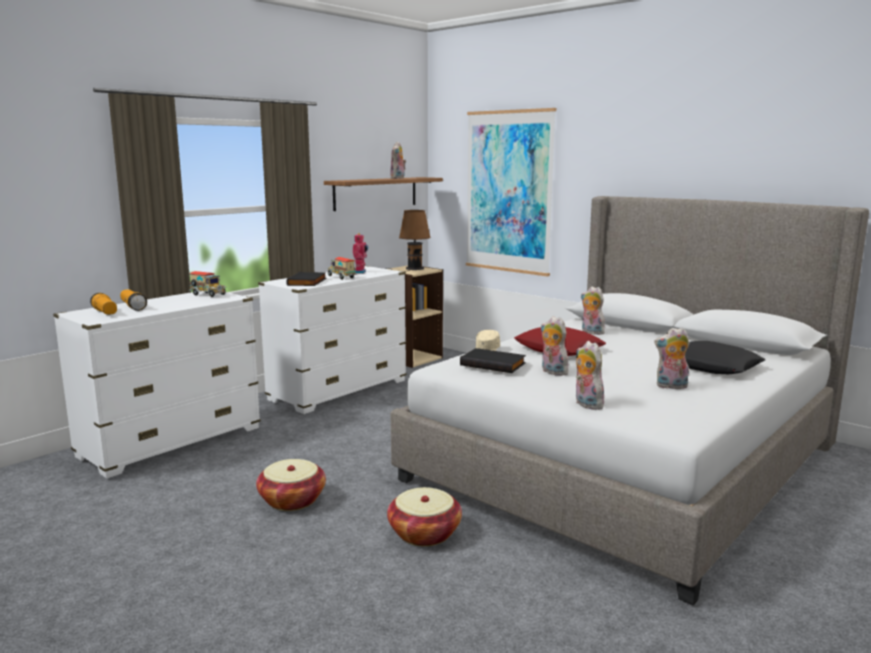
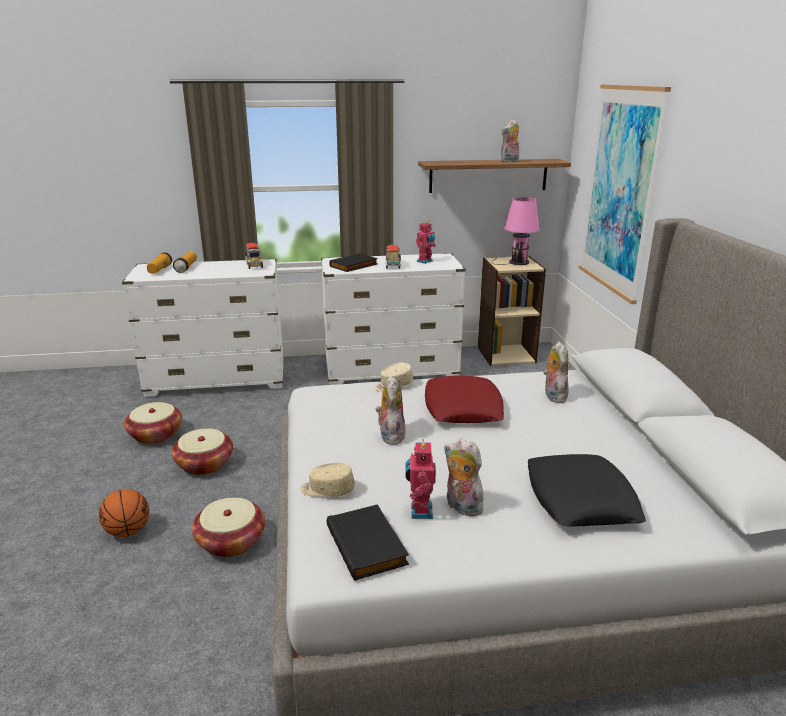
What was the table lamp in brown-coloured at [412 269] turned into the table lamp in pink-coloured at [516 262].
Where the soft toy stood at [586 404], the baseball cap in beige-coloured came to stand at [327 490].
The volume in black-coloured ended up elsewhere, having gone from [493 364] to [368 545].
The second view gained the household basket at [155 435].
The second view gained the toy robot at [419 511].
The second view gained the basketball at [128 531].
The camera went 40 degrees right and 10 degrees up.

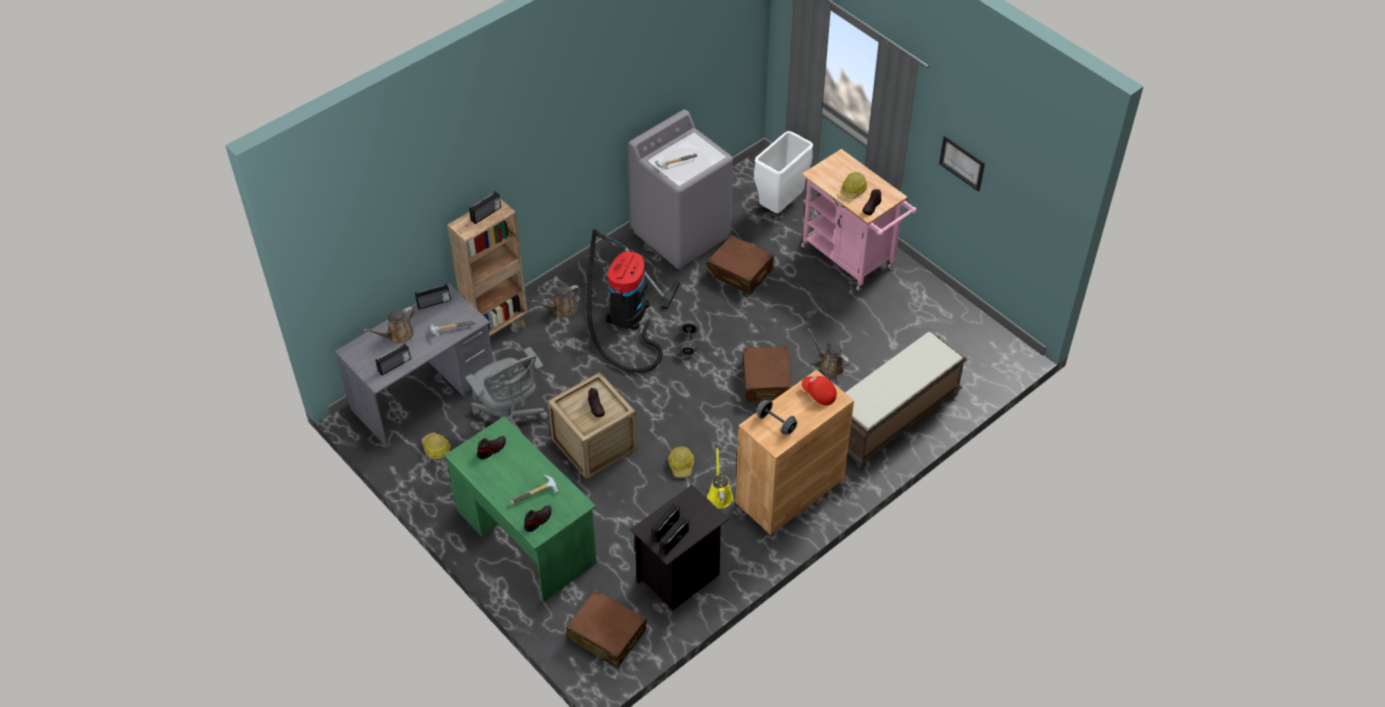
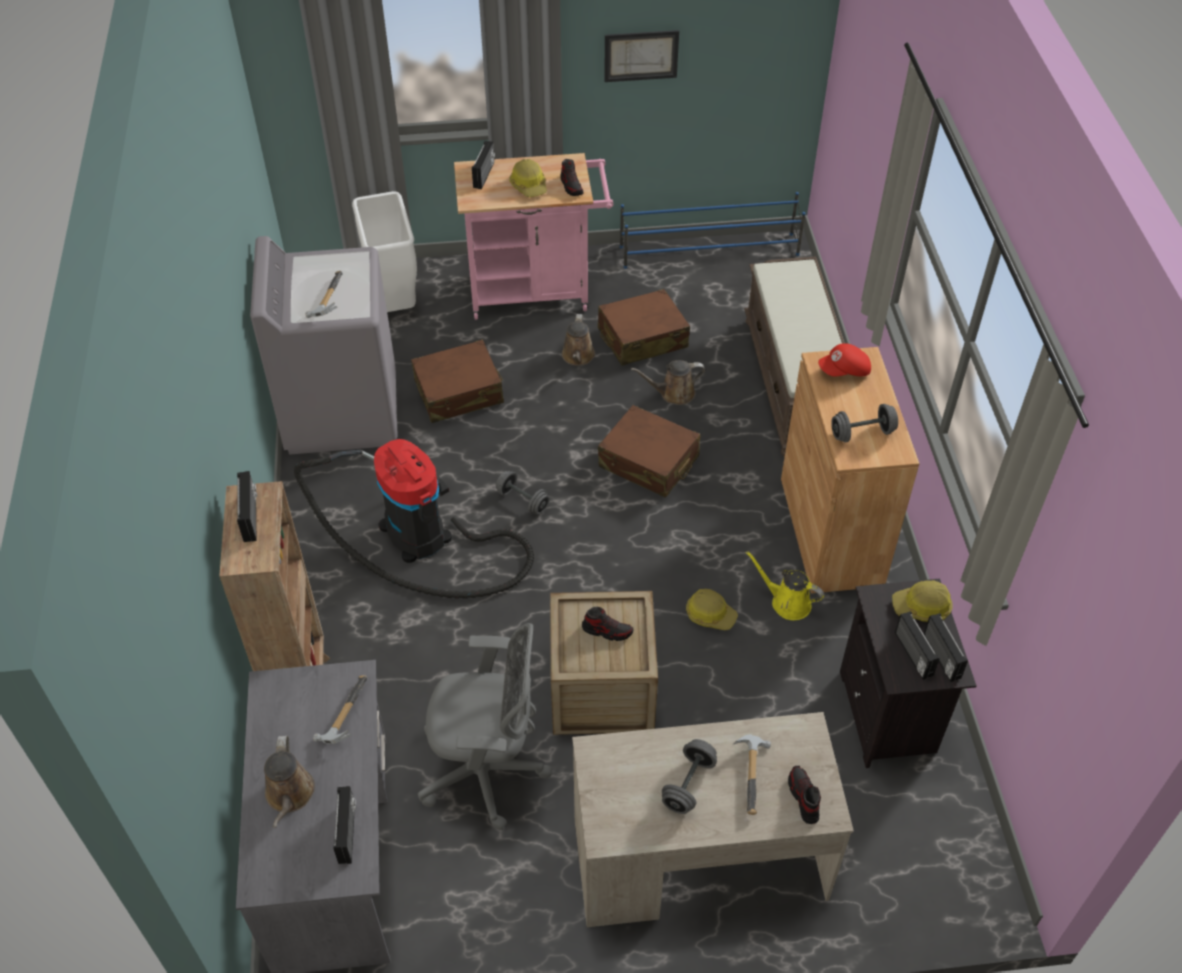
The radio ended up elsewhere, having gone from [434 303] to [484 175].
The sprinkling can in brown-coloured ended up elsewhere, having gone from [562 309] to [578 357].
What was the desk unit in green at [526 536] turned into the desk unit in beige-coloured at [698 860].
The safety helmet ended up elsewhere, having gone from [436 448] to [922 607].
The second view lost the item of footwear at [491 449].
The piece of luggage in brown-coloured ended up elsewhere, having gone from [606 635] to [642 338].
The second view gained the shoe rack in blue at [710 251].
The second view gained the dumbbell in grey at [688 784].
The camera went 55 degrees left and 0 degrees up.

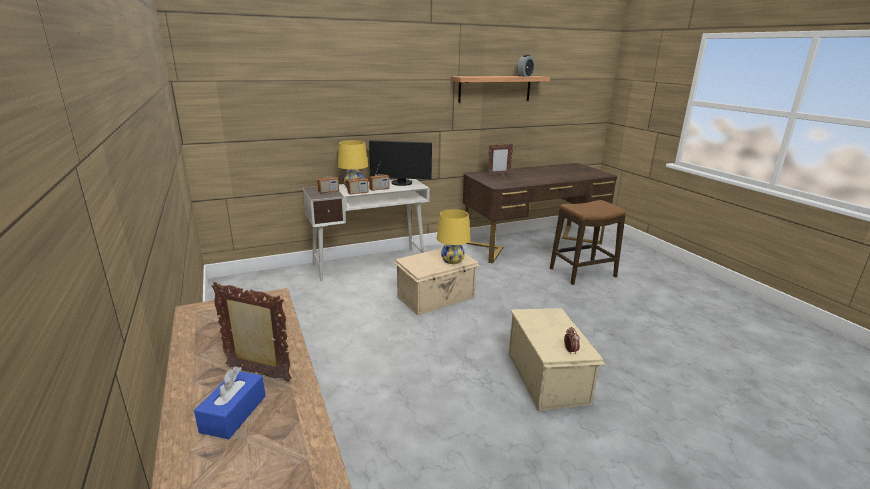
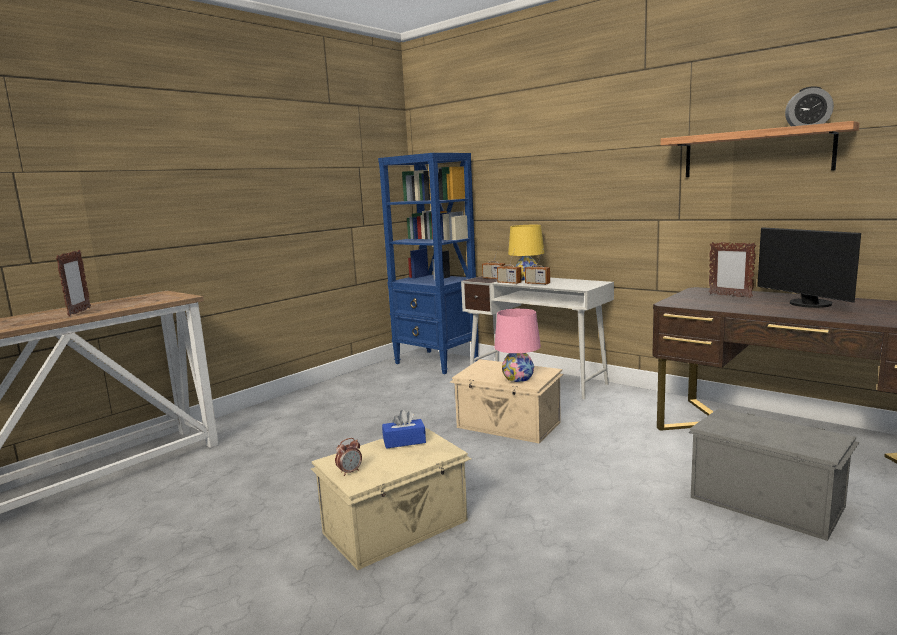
The computer display ended up elsewhere, having gone from [401 183] to [807 304].
Where the stool seat stood at [582 273], the storage box in grey came to stand at [765 500].
What was the table lamp in yellow at [452 260] turned into the table lamp in pink-coloured at [518 378].
The box of tissues in blue ended up elsewhere, having gone from [233 413] to [404 441].
The second view gained the bookshelf in blue at [437 362].
The camera went 65 degrees right and 10 degrees down.

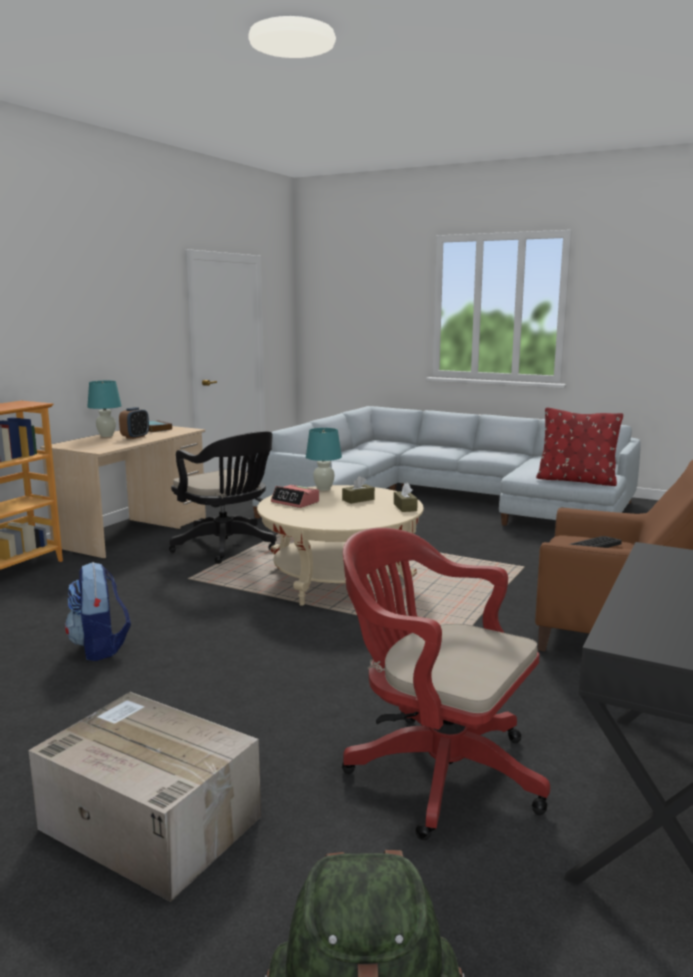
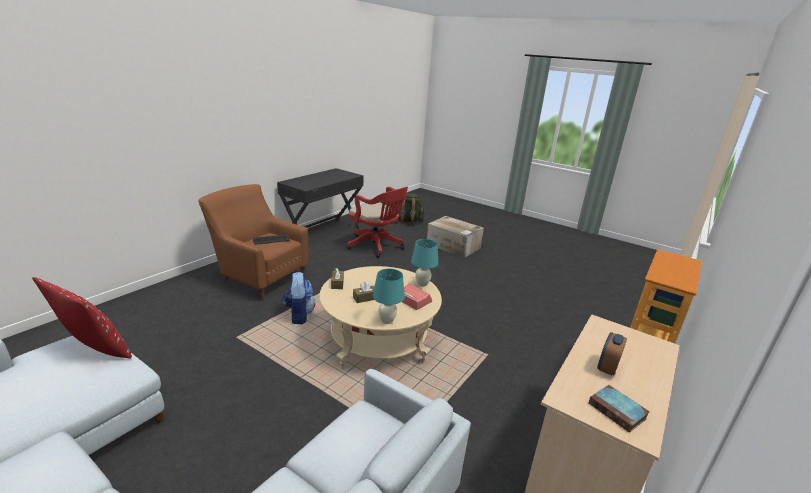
The table lamp in turquoise ended up elsewhere, having gone from [107 435] to [422 284].
The second view lost the desk chair in black-coloured at [227 548].
The knapsack ended up elsewhere, having gone from [100 648] to [298 315].
The camera went 175 degrees left and 10 degrees up.

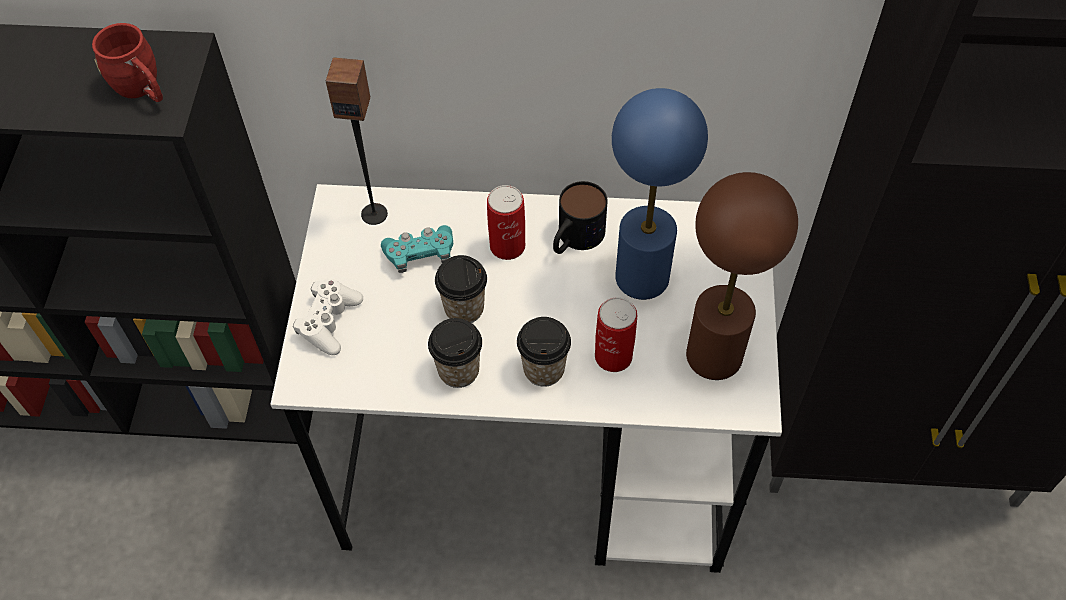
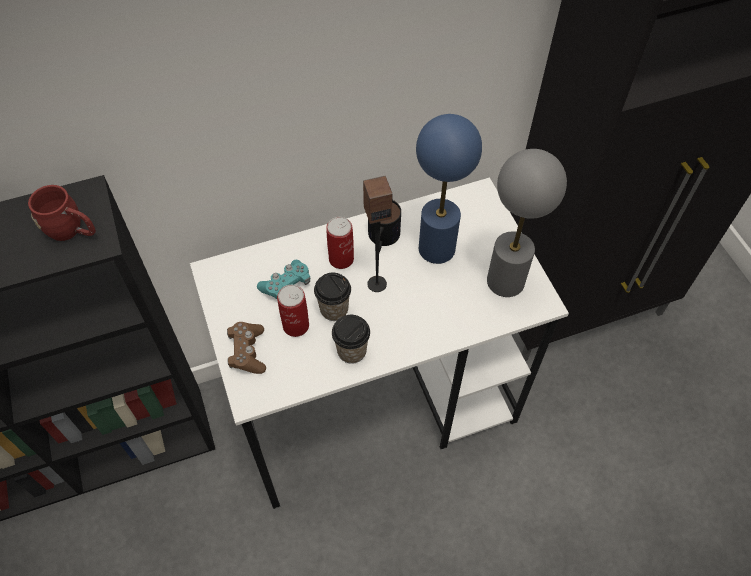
The speaker ended up elsewhere, having gone from [374 213] to [377 283].
What was the table lamp in brown-coloured at [713 355] turned into the table lamp in grey at [505 281].
What was the joypad in white-coloured at [329 322] turned into the joypad in brown-coloured at [247 352].
The sealed can ended up elsewhere, having gone from [613 356] to [296 325].
The second view lost the cup at [544 369].
The camera went 25 degrees left and 0 degrees up.

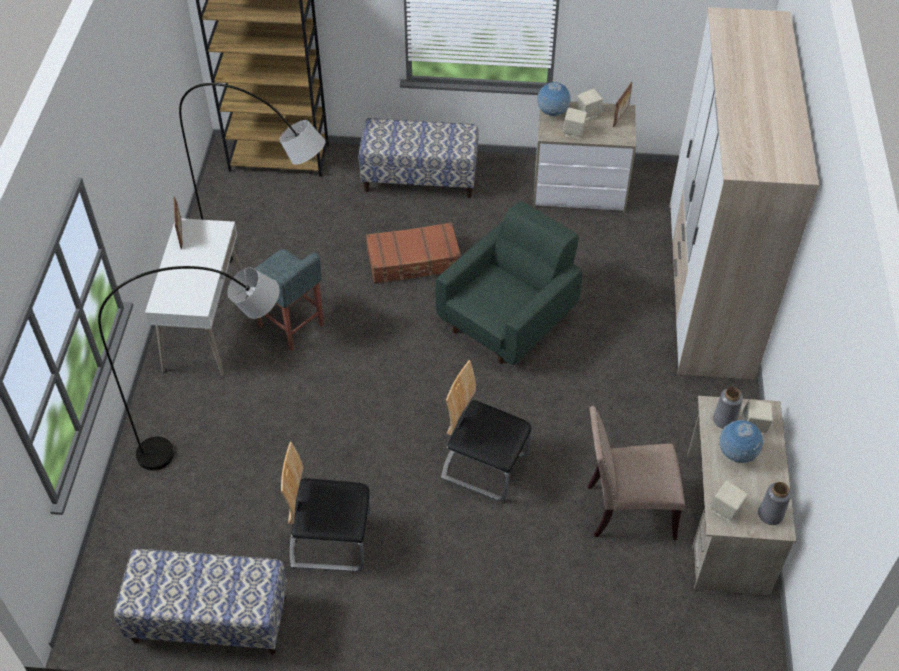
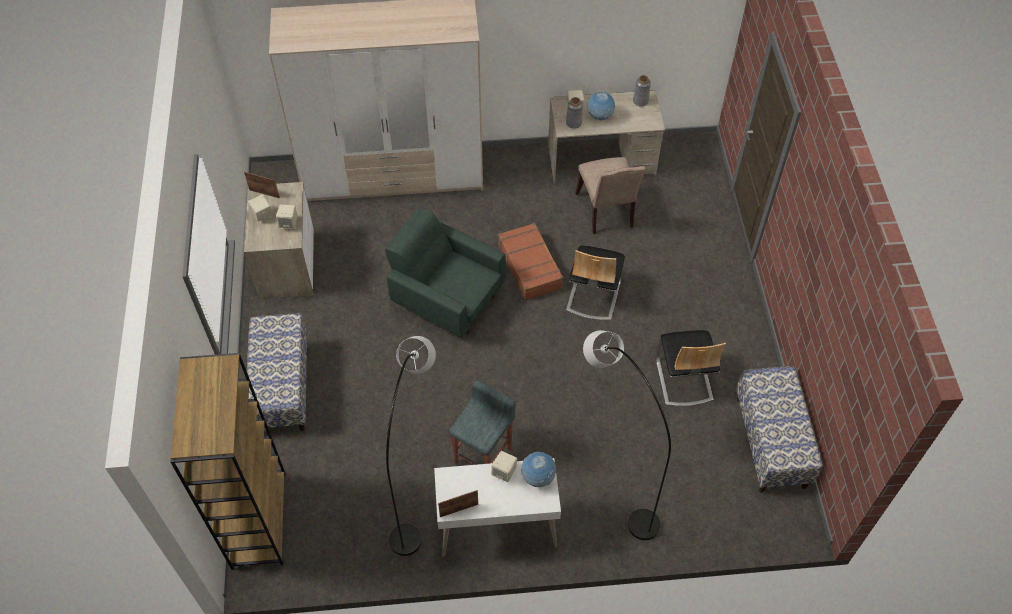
The world globe ended up elsewhere, having gone from [552 113] to [538 478].
The piece of luggage in brown-coloured ended up elsewhere, having gone from [414 261] to [530 266].
The speaker in beige-coloured ended up elsewhere, having gone from [725 510] to [504 472].
The camera went 100 degrees left and 5 degrees up.

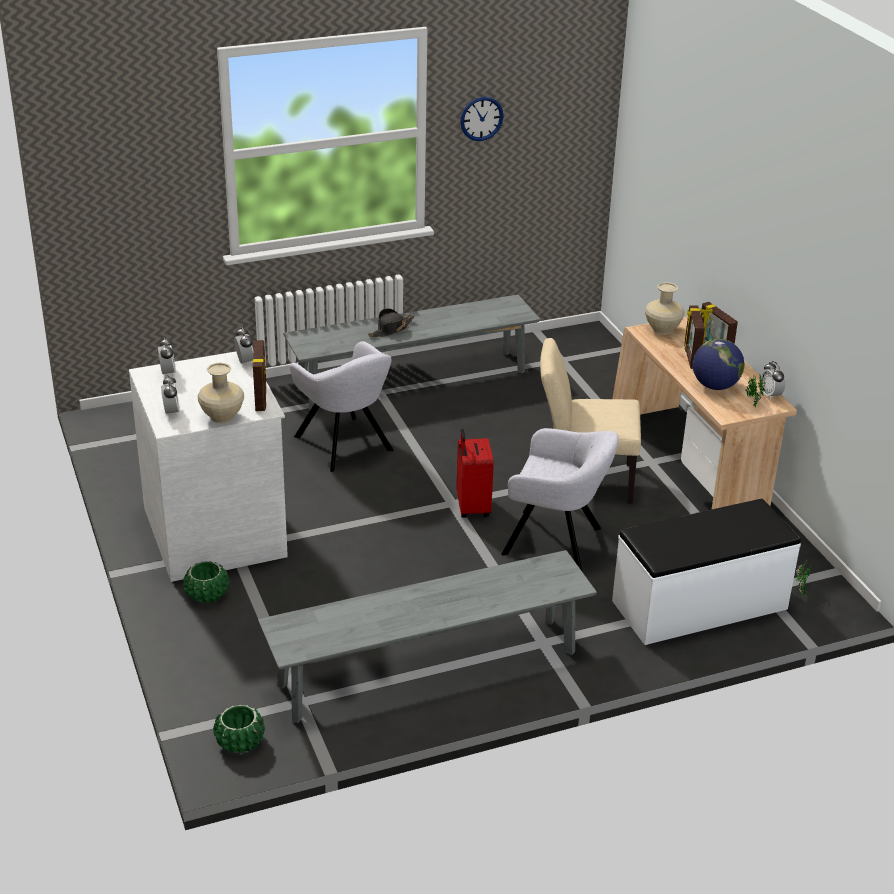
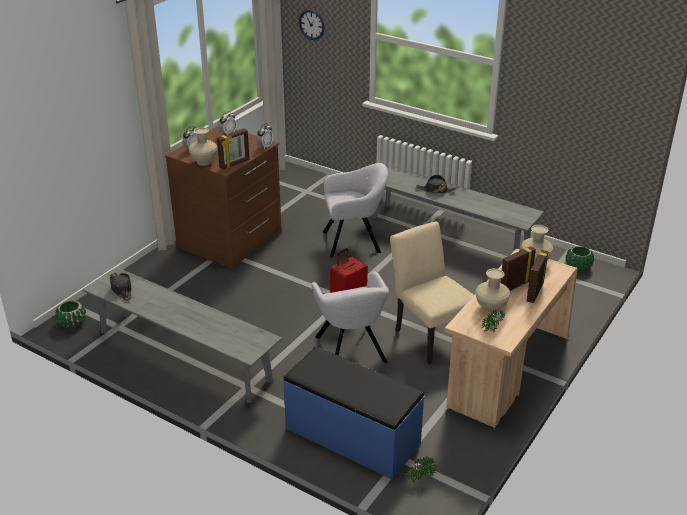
The hanging clock ended up elsewhere, having gone from [481 118] to [311 24].
Where the world globe stood at [715 386], the decorative vase in beige-coloured came to stand at [491 307].
The easy chair in grey at [345 445] ended up facing another way, 120 degrees counterclockwise from before.
What was the chest of drawers in white-coloured at [217 531] turned into the chest of drawers in brown-coloured at [231 240].
The second view lost the bedside clock at [770 395].
What was the indoor bench in white-coloured at [700 606] turned into the indoor bench in blue at [352 436].
The planter in green ended up elsewhere, having gone from [207 594] to [578 266].
The second view gained the wearable hat in black-coloured at [121 289].
The camera went 55 degrees right and 0 degrees up.

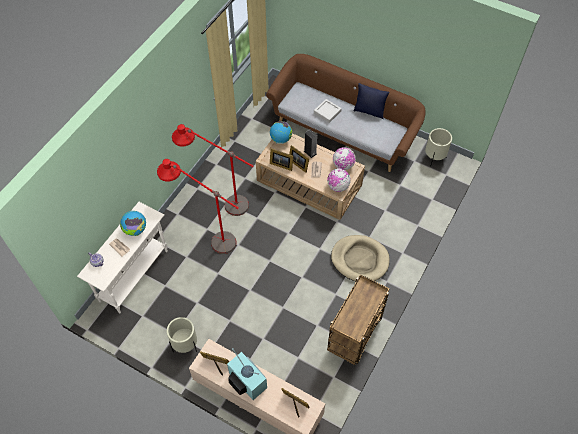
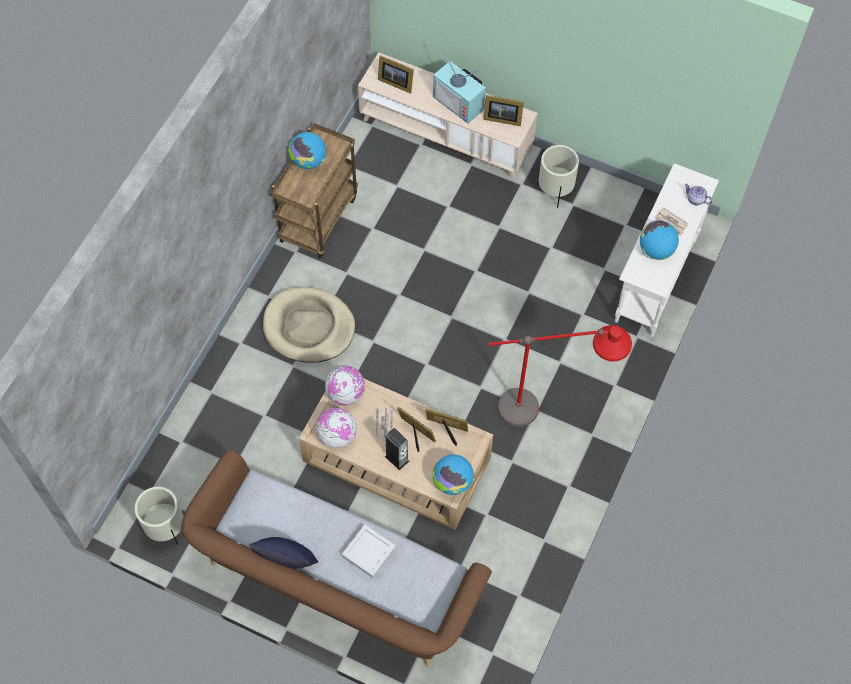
The second view lost the floor lamp in red-coloured at [207 237].
The second view gained the world globe at [308 161].
The camera went 175 degrees right and 5 degrees up.

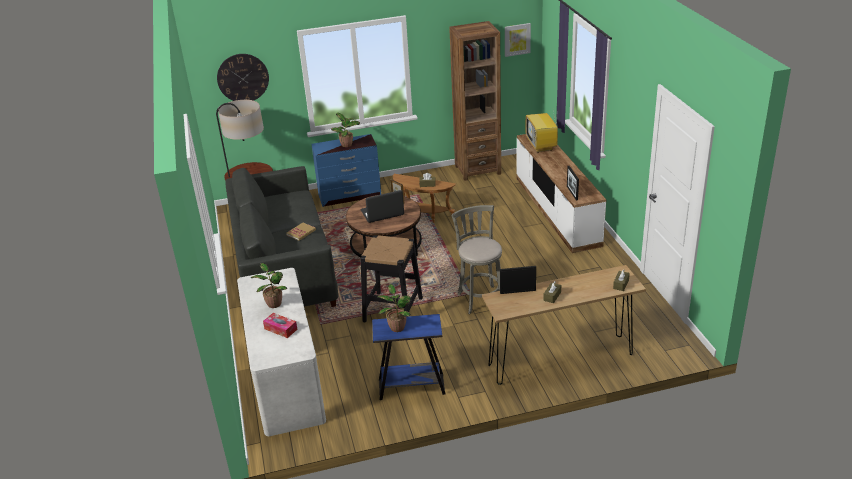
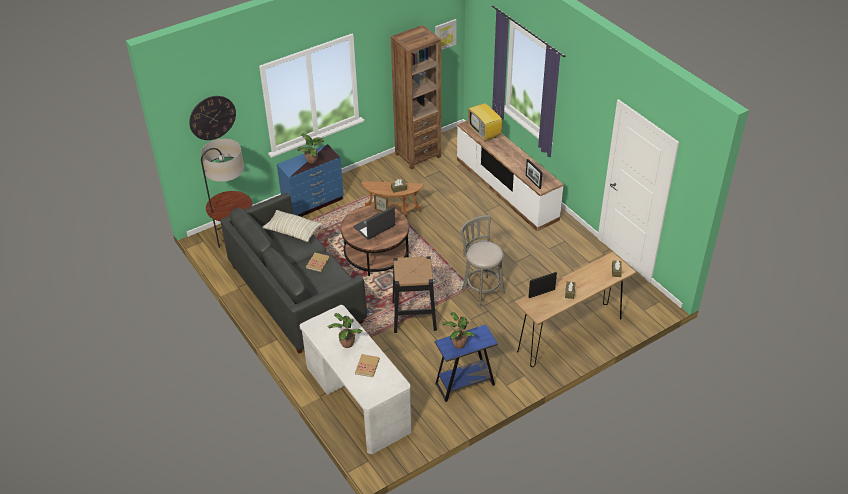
Where the box of tissues stood at [280 329], the volume came to stand at [367 366].
The second view gained the throw pillow at [292 231].
The camera went 20 degrees left and 10 degrees up.

